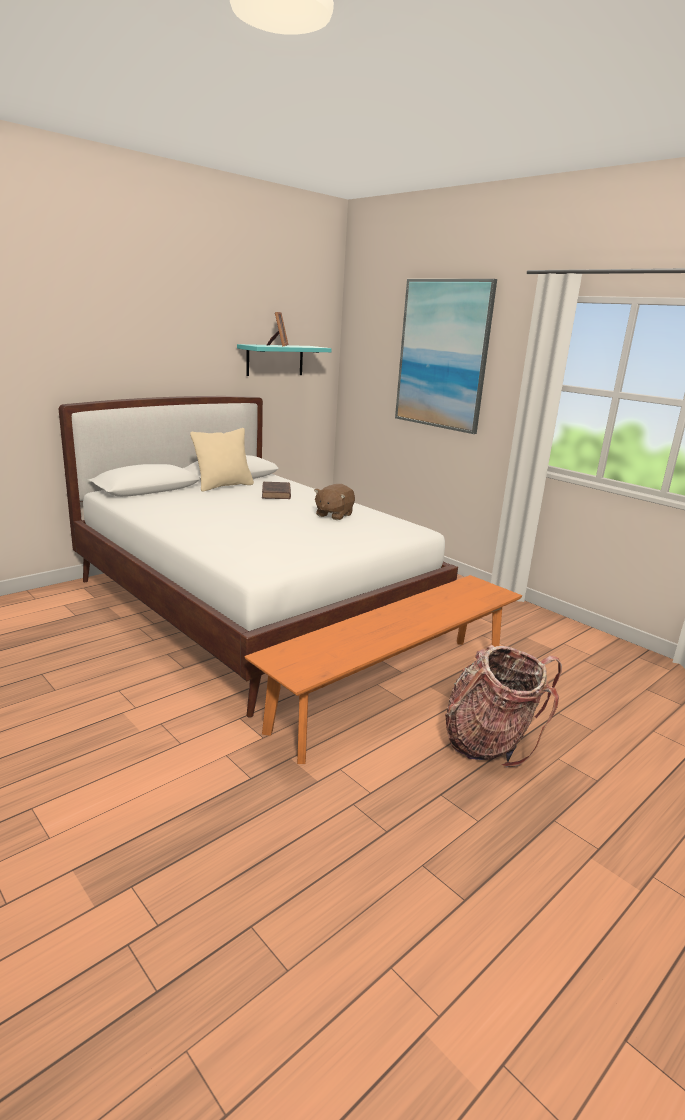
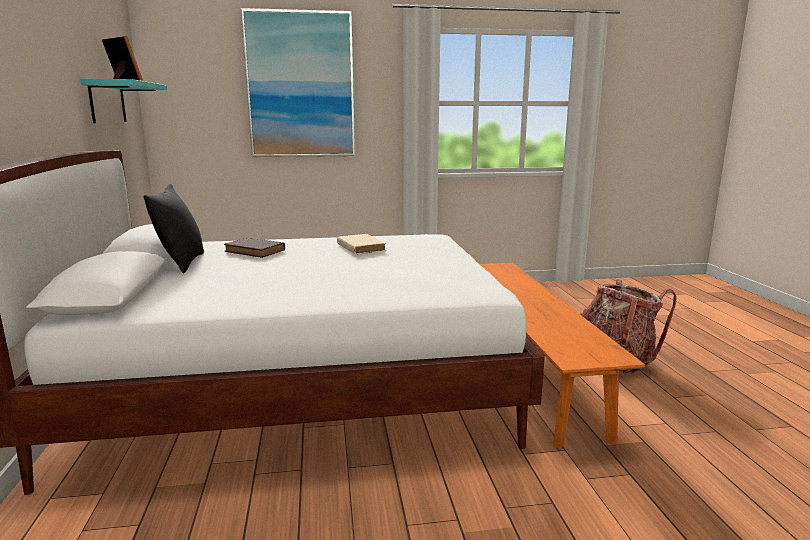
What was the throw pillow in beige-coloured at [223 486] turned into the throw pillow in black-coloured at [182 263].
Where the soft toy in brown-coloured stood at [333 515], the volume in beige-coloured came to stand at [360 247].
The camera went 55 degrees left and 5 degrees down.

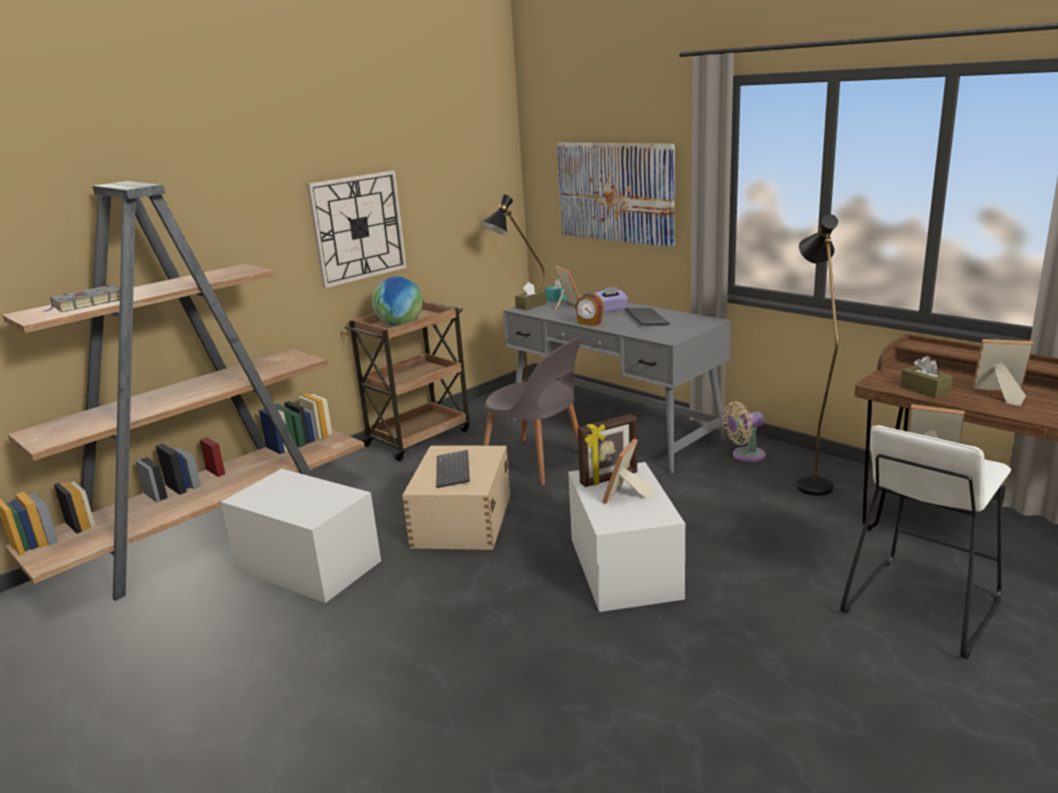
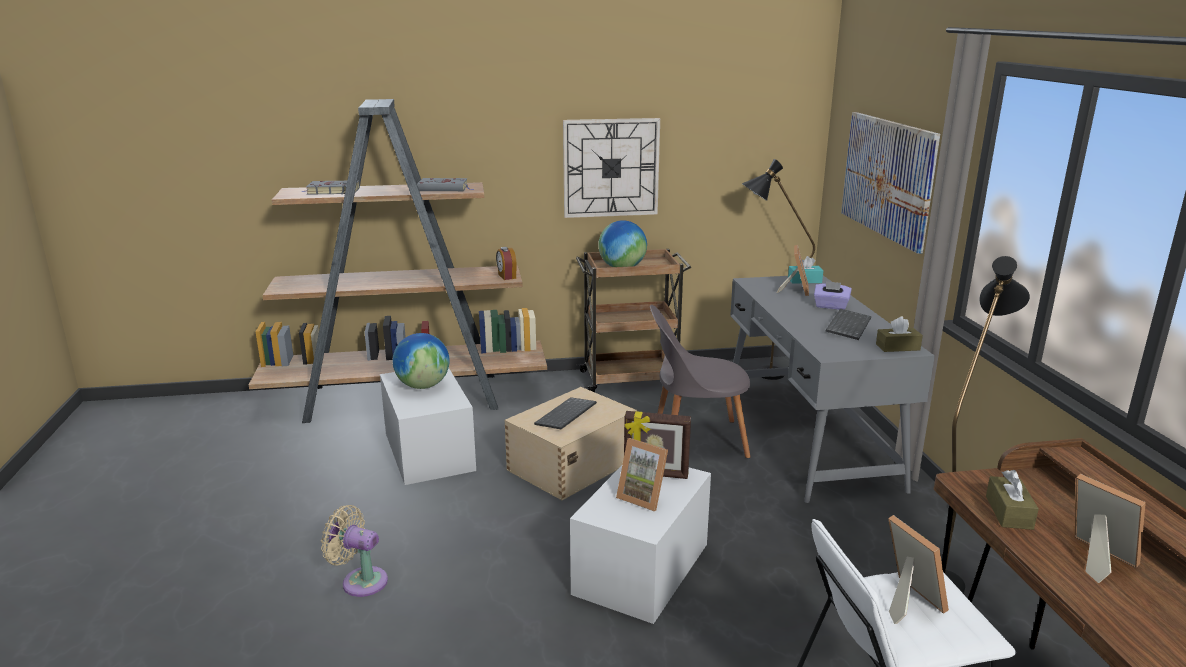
The box of tissues in brown-coloured ended up elsewhere, having gone from [531 306] to [897 347].
The bedside clock ended up elsewhere, having gone from [589 323] to [506 276].
The upright chair in grey at [536 462] ended up facing another way, 105 degrees clockwise from before.
The electric fan in beige-coloured ended up elsewhere, having gone from [745 456] to [360 581].
The picture frame at [626 497] ended up facing another way, 120 degrees counterclockwise from before.
The second view gained the volume in grey at [444 188].
The second view gained the world globe at [423 386].
The camera went 35 degrees right and 0 degrees up.

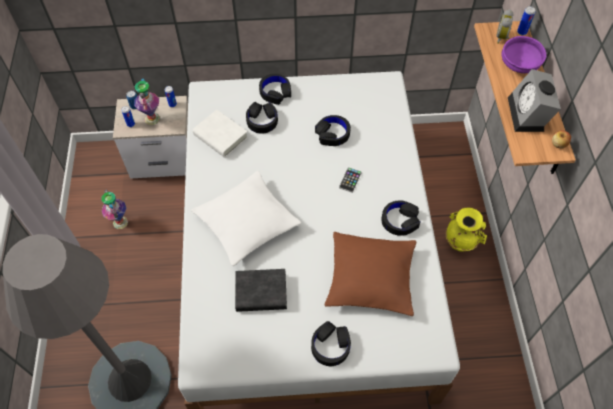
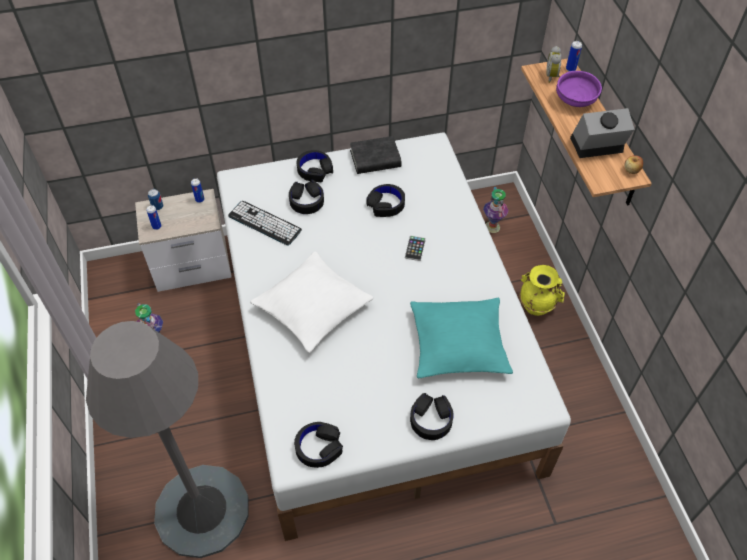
The bedside clock at [528 115] ended up facing another way, 90 degrees clockwise from before.
The decorative vase ended up elsewhere, having gone from [151 118] to [492 227].
Where the volume in white-coloured stood at [220 136], the PC keyboard came to stand at [264 223].
The headset in black-coloured ended up elsewhere, having gone from [400 221] to [318 447].
What was the throw pillow in brown-coloured at [370 278] turned into the throw pillow in turquoise at [458 344].
The volume in black-coloured ended up elsewhere, having gone from [261 293] to [375 159].
The camera went 10 degrees left and 5 degrees down.

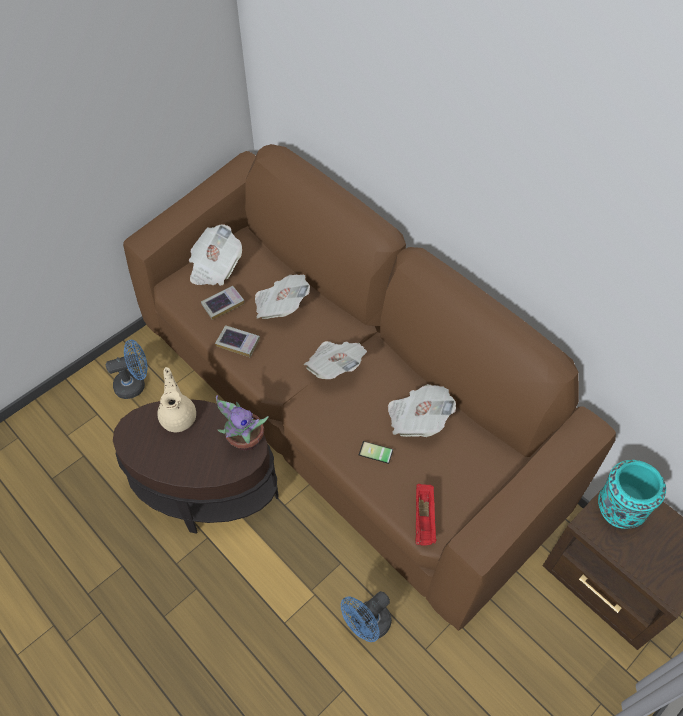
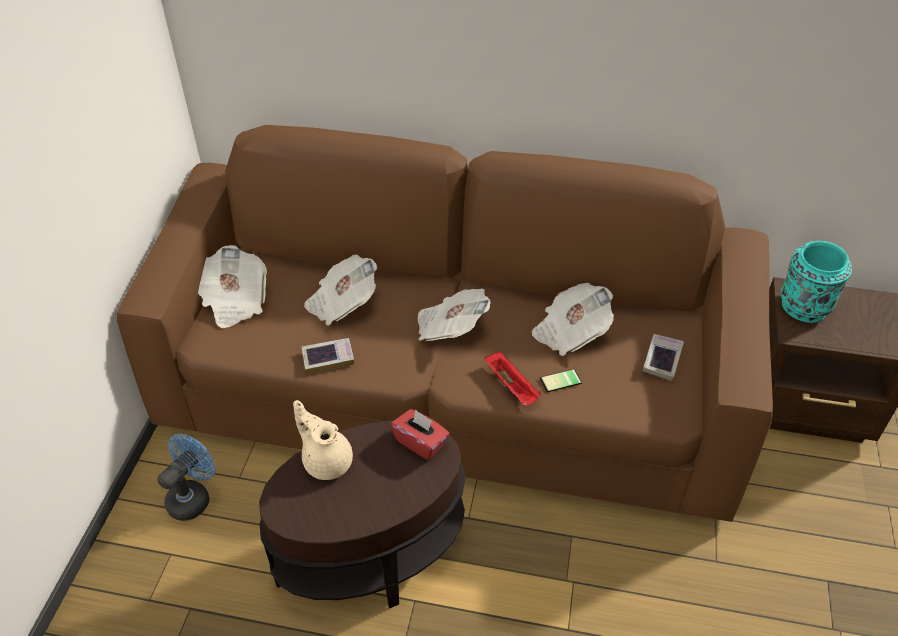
The volume ended up elsewhere, having gone from [223 304] to [662 359].
Where the plant in a pot stood at [244 440], the box of tissues in red-coloured came to stand at [420 442].
The serving tray in red-coloured ended up elsewhere, having gone from [424 519] to [512 387].
The second view lost the electric fan in blue at [367 625].
The camera went 35 degrees left and 10 degrees down.

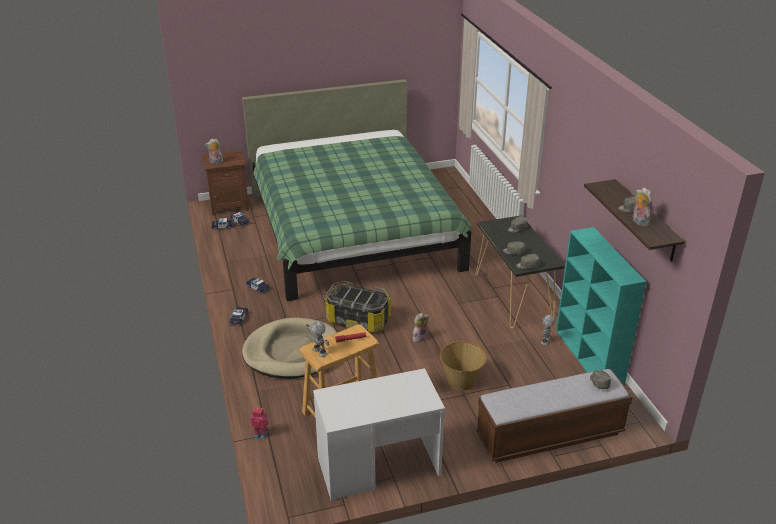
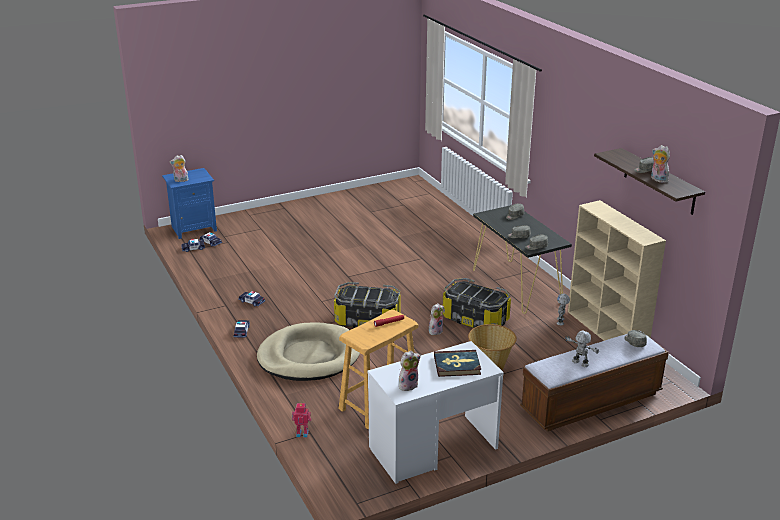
The second view lost the bedroom bed in green at [352 231].
What was the bedside table in brown-coloured at [229 205] turned into the bedside table in blue at [193 228].
What was the bookshelf in turquoise at [589 358] turned into the bookshelf in beige-coloured at [607 332].
The toy robot ended up elsewhere, having gone from [319 352] to [580 363].
The second view gained the storage box at [475 319].
The second view gained the volume at [457 365].
The second view gained the soft toy at [408 385].
The camera went 10 degrees left and 5 degrees down.

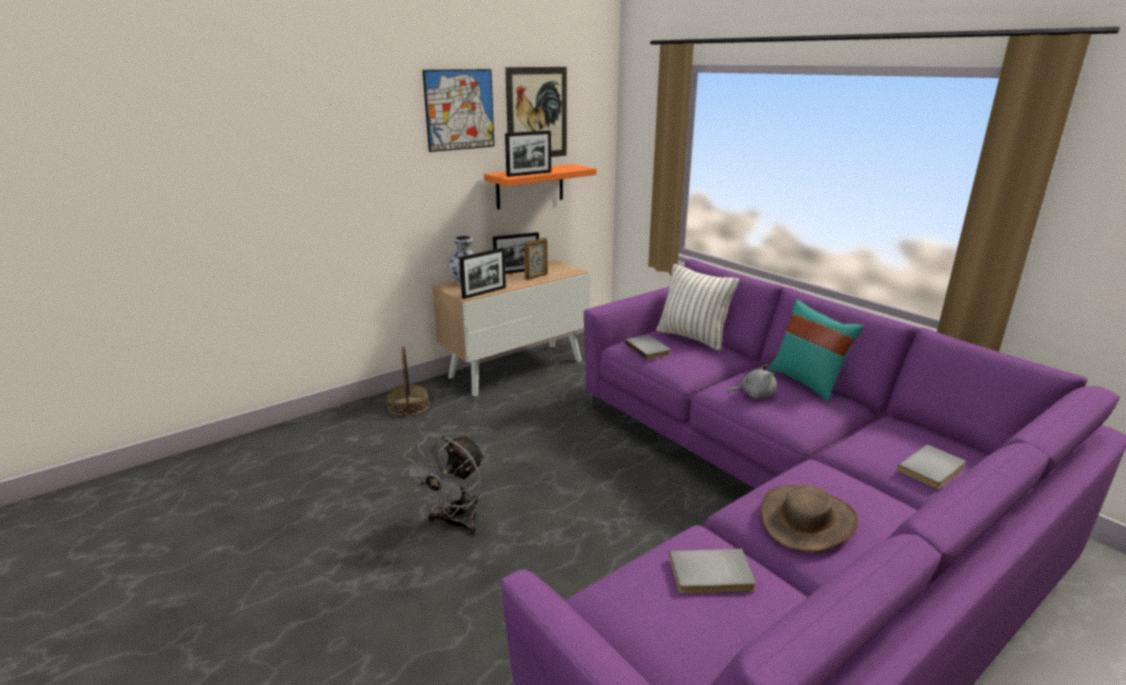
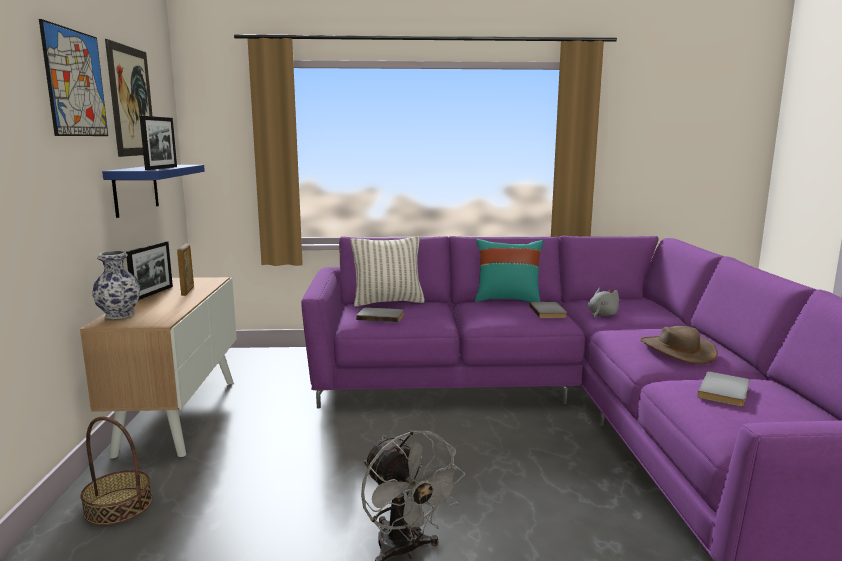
What was the wall shelf in orange-coloured at [530 186] turned into the wall shelf in blue at [136 189].
The second view lost the picture frame at [484 293].
The soft toy in grey ended up elsewhere, having gone from [754 395] to [601 315].
The volume in grey ended up elsewhere, having gone from [933 470] to [549 312].
The camera went 55 degrees left and 10 degrees down.

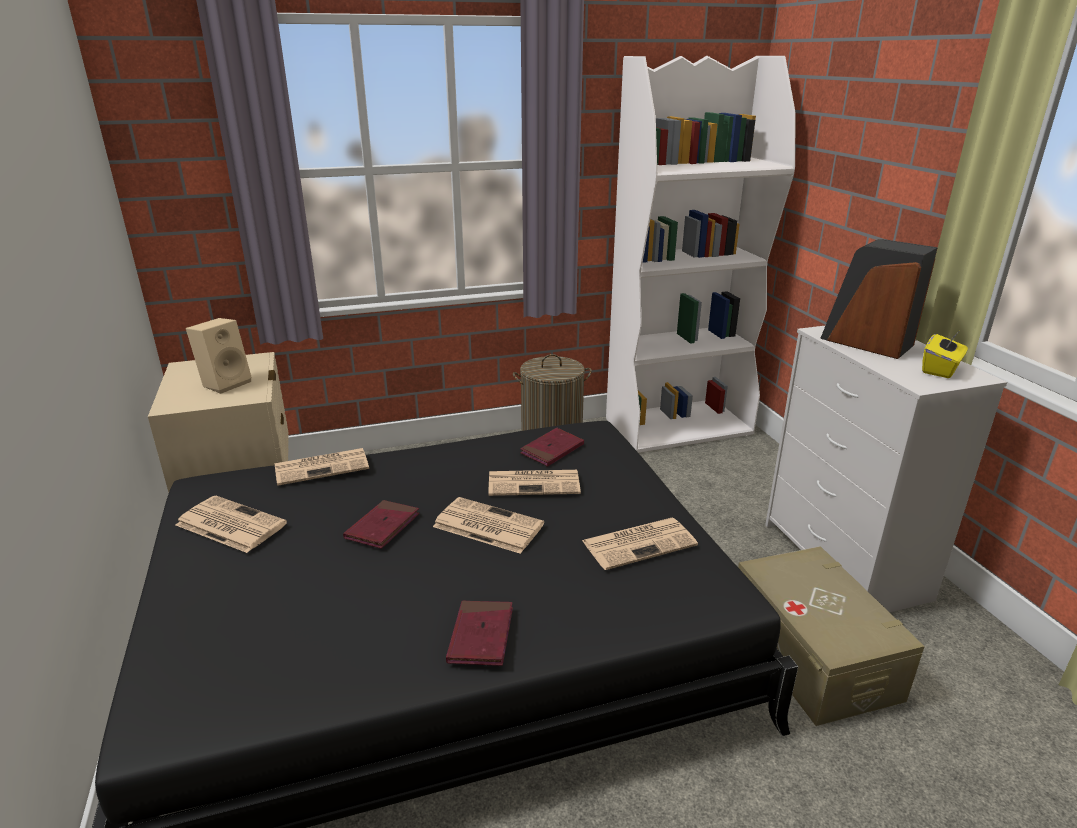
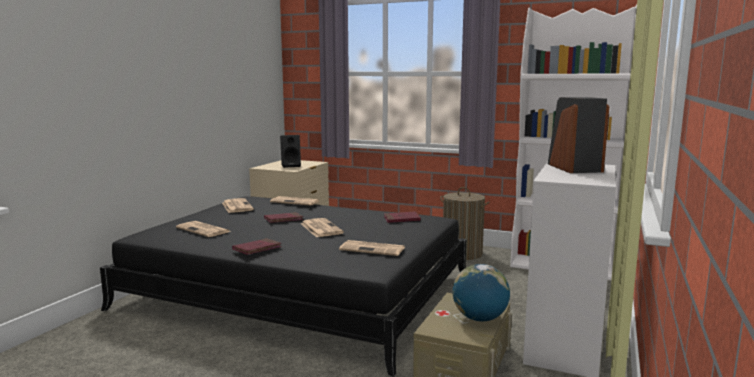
What was the speaker in beige-coloured at [226 383] turned into the speaker in black-coloured at [291 165].
The second view lost the box of tissues in yellow at [940 370].
The printed paper ended up elsewhere, having gone from [535 483] to [204 230].
The second view gained the world globe at [479 318].
The camera went 40 degrees right and 15 degrees down.

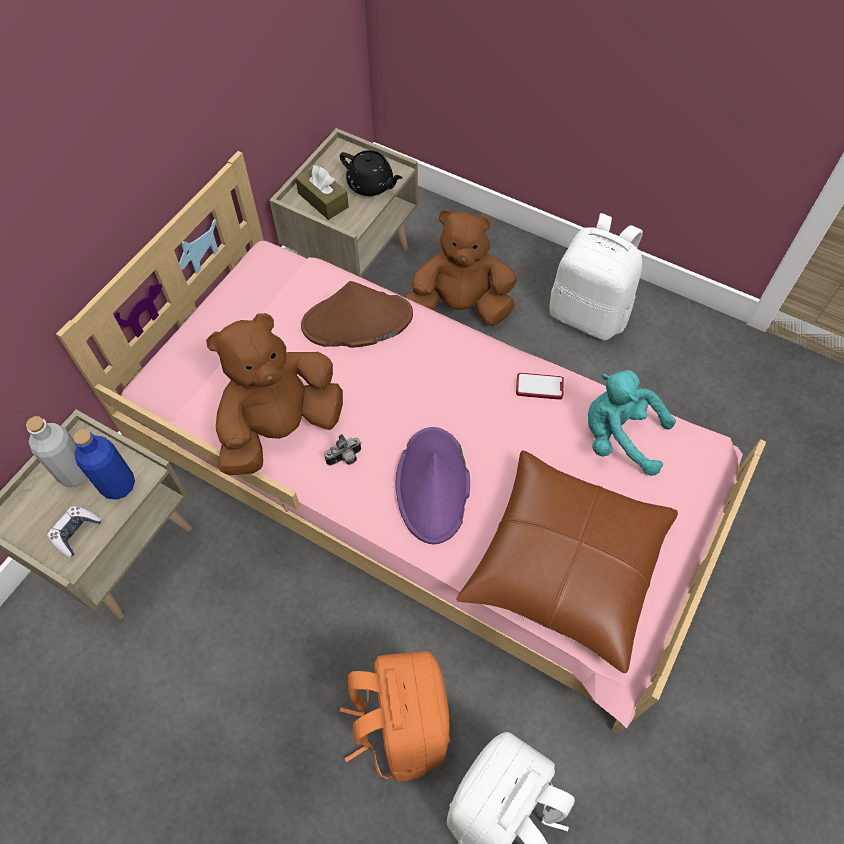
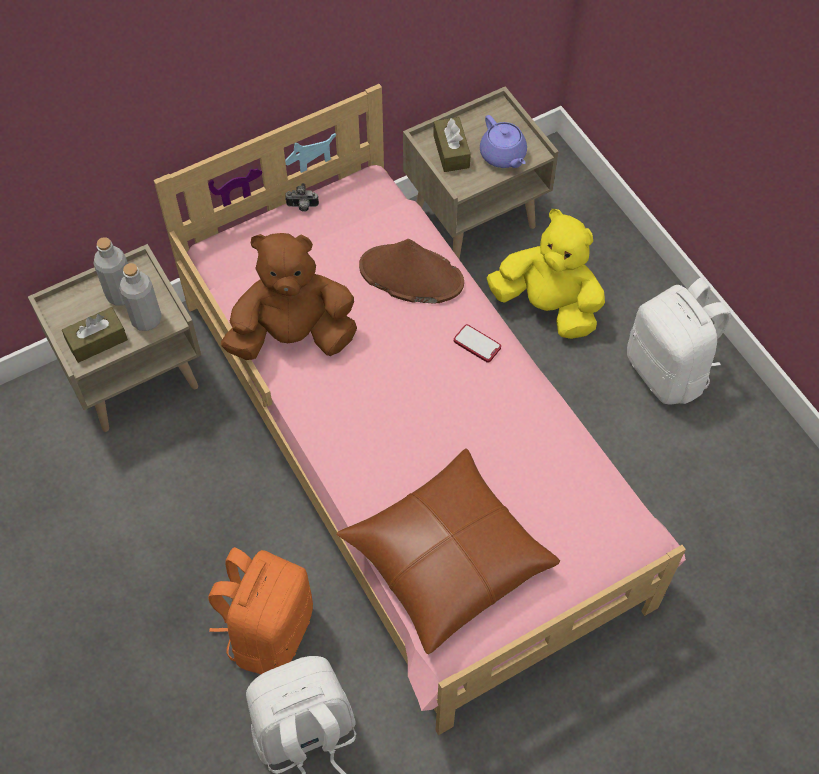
What was the tea pot in black-coloured at [371 185] turned into the tea pot in purplish at [503 156].
What was the soft toy in brown-coloured at [459 307] turned into the soft toy in yellow at [547 306].
The second view lost the soft toy in turquoise at [619 437].
The handset ended up elsewhere, having gone from [539 387] to [477 344].
The second view lost the wearable hat in purplish at [433 486].
What was the bottle in blue at [118 485] turned into the bottle in grey at [146 319].
The photo camera ended up elsewhere, having gone from [345 459] to [302 207].
Where the joypad stood at [76 533], the box of tissues in brown-coloured came to stand at [97 341].
The camera went 30 degrees right and 0 degrees up.

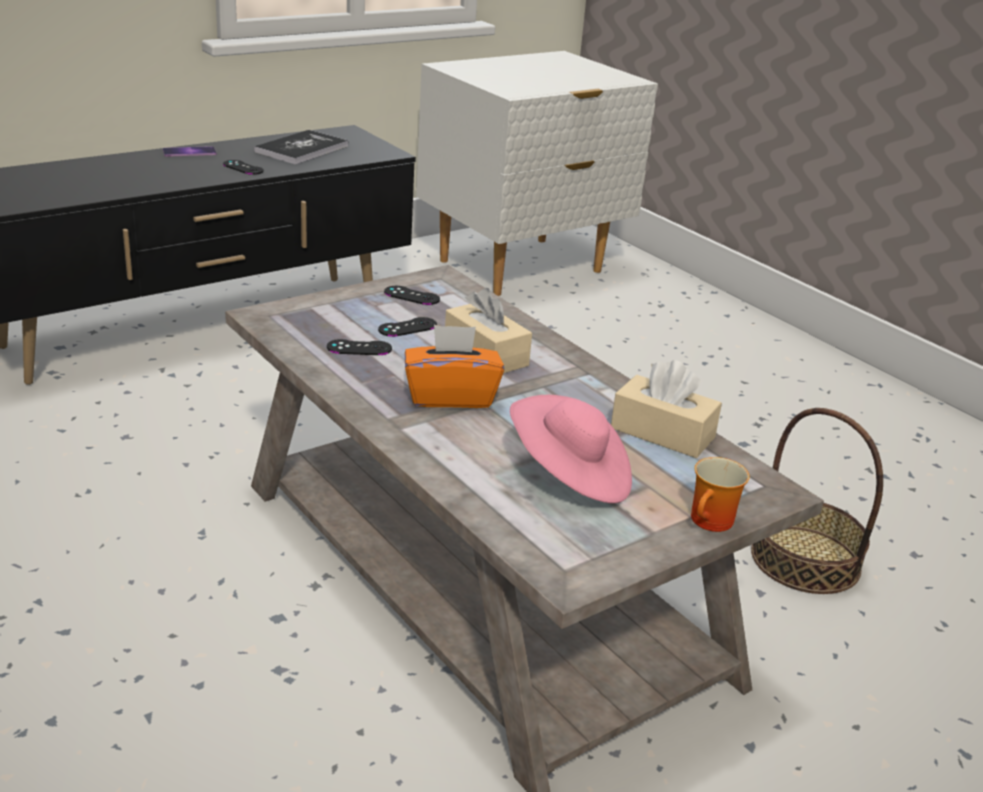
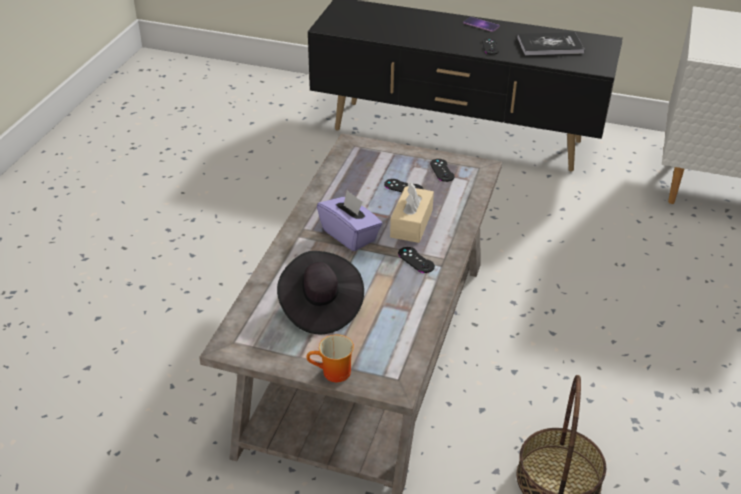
What was the box of tissues in orange-coloured at [450 396] turned into the box of tissues in purplish at [350 235].
The joypad in black-coloured ended up elsewhere, having gone from [359 348] to [416 260].
The second view lost the box of tissues in beige-coloured at [662 433].
What was the wearable hat in pink-coloured at [569 476] turned into the wearable hat in black-coloured at [320 307].
The camera went 55 degrees right and 10 degrees up.

